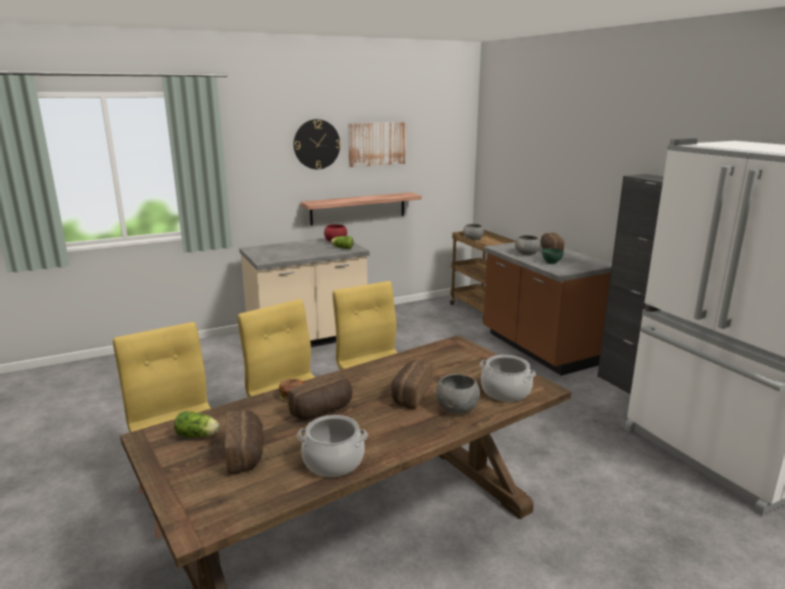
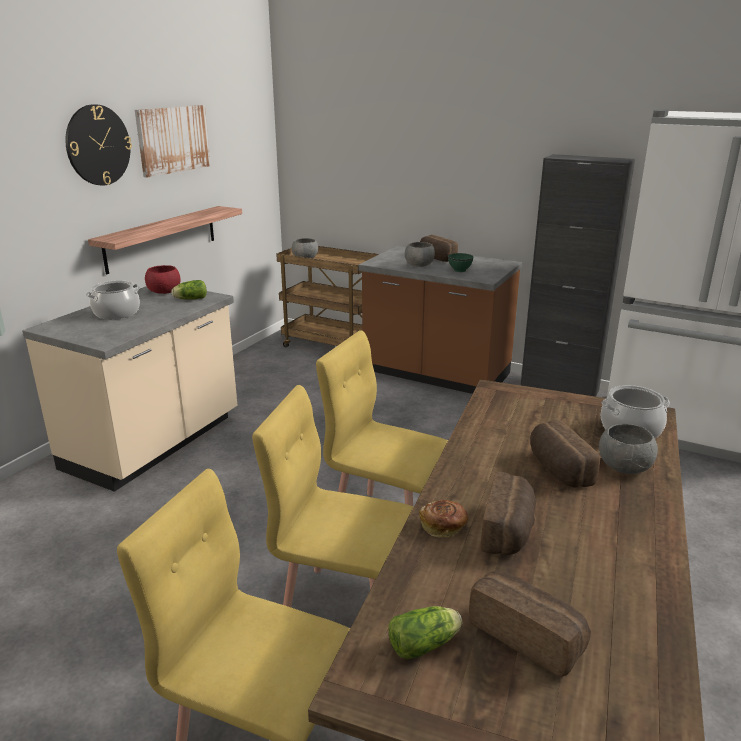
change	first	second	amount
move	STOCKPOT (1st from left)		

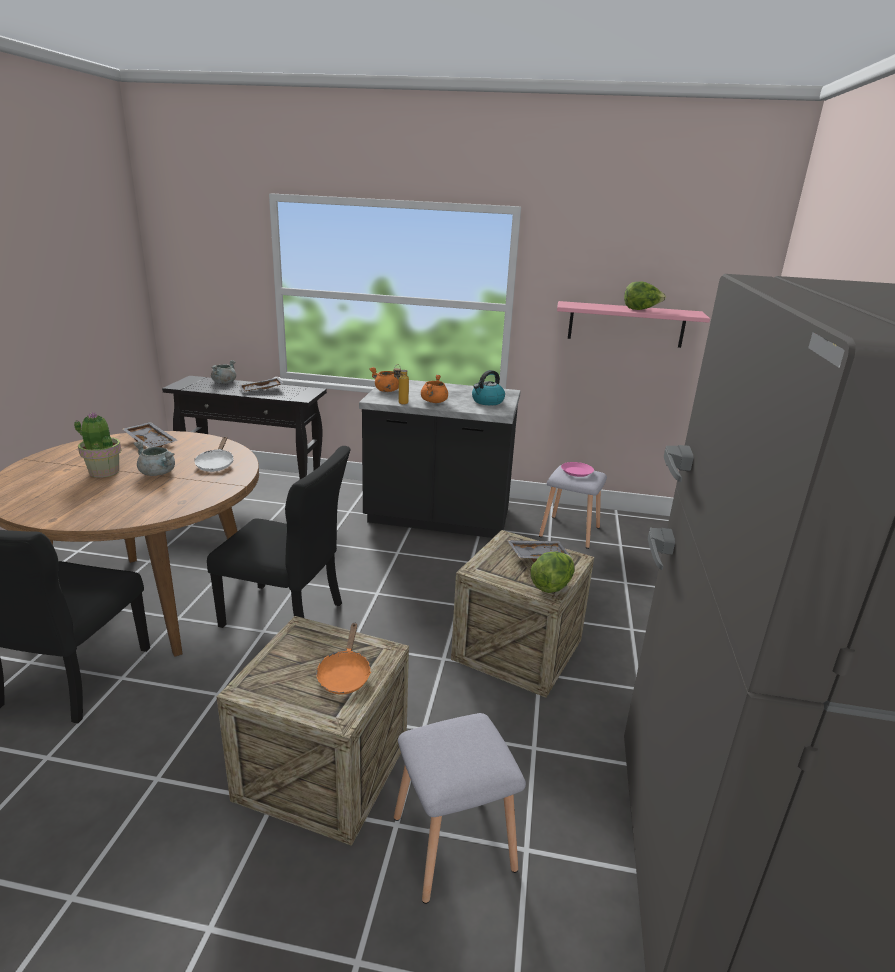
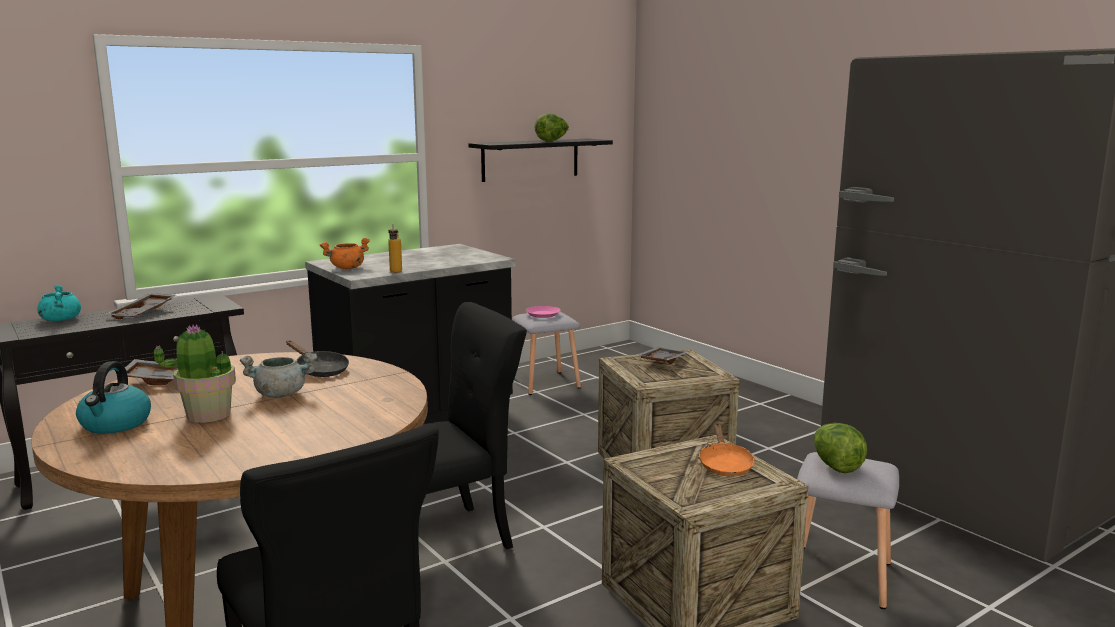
change	first	second	amount
recolor	WHITISH SKILLET	BLACK SKILLET	
recolor	GRAY STOCKPOT (2nd from left)	TURQUOISE-COLOURED STOCKPOT	
rotate	ORANGE-COLOURED SKILLET		45 degrees clockwise
delete	ORANGE-COLOURED STOCKPOT (2nd from left)		
move	TEA KETTLE		
move	LETTUCE (1st from left in the first image)	LETTUCE (2nd from left)	
recolor	PINK SHELF	BLACK SHELF	

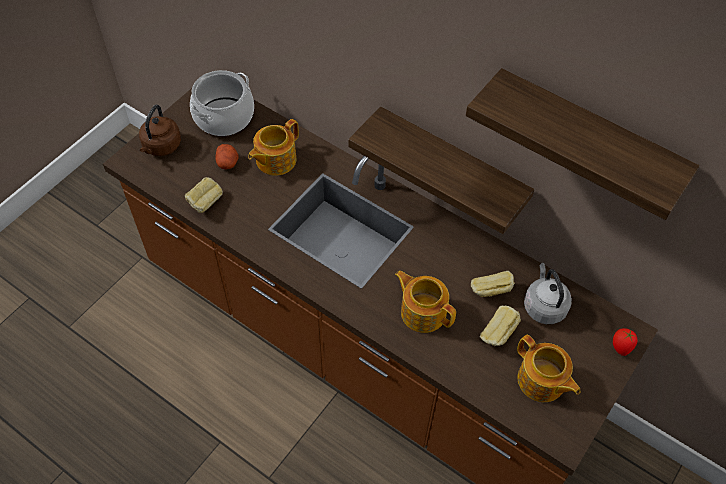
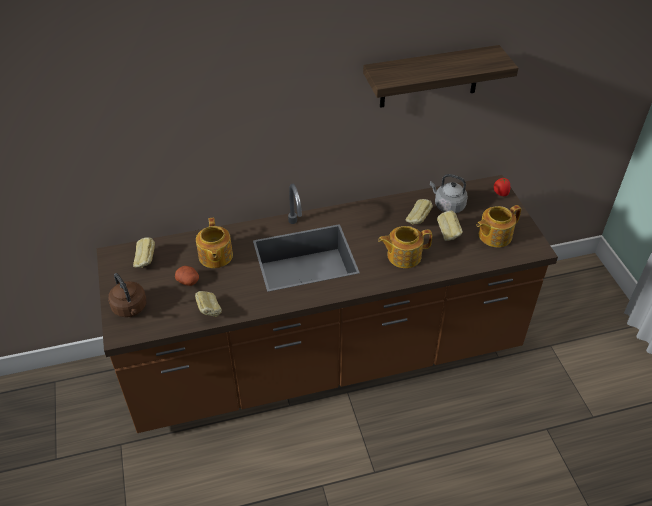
change	first	second	amount
replace	STOCKPOT	BREAD (1st from left)	
delete	SHELF (1st from left)		
rotate	TEA POT (3rd from left)		150 degrees clockwise

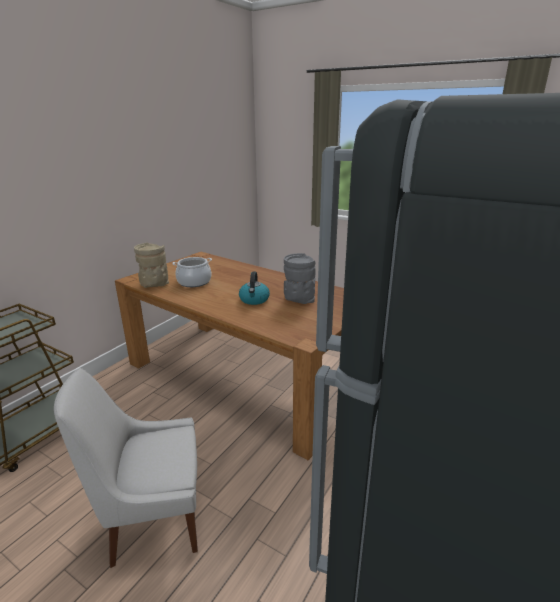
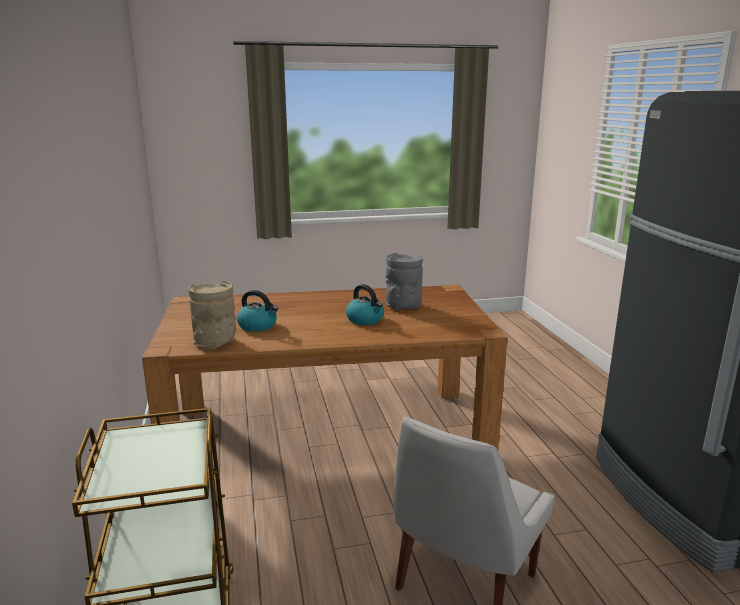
change	first	second	amount
replace	STOCKPOT	TEA KETTLE (1st from left)	

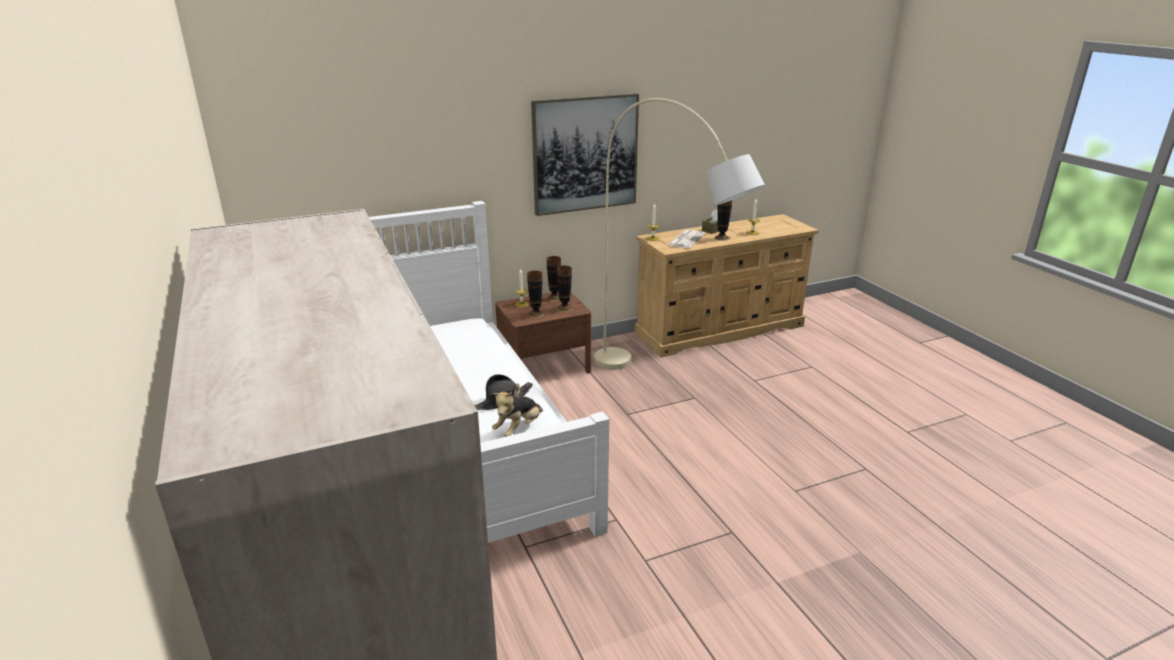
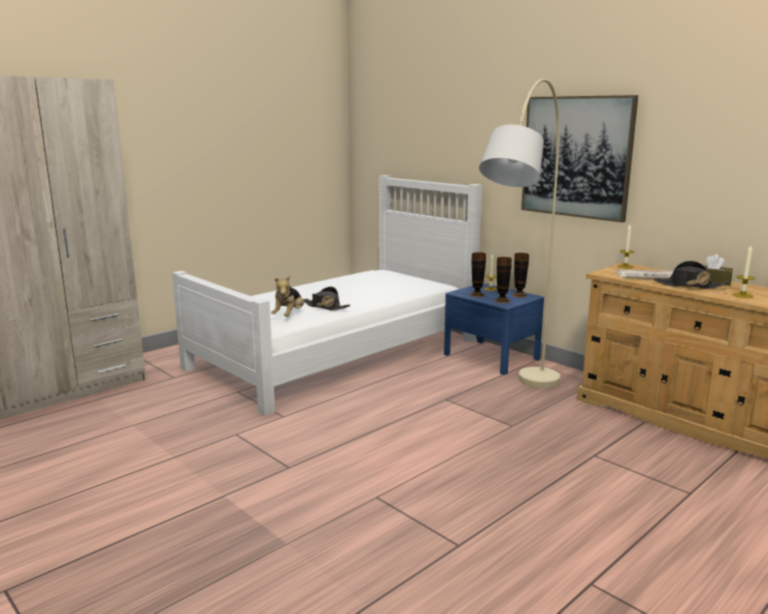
change	first	second	amount
rotate	SOFT TOY		90 degrees counterclockwise
recolor	BROWNISH NIGHTSTAND	BLUISH NIGHTSTAND	
replace	FLOWER VASE (4th from left)	BLACK CLOTHING HAT (2nd from left)	

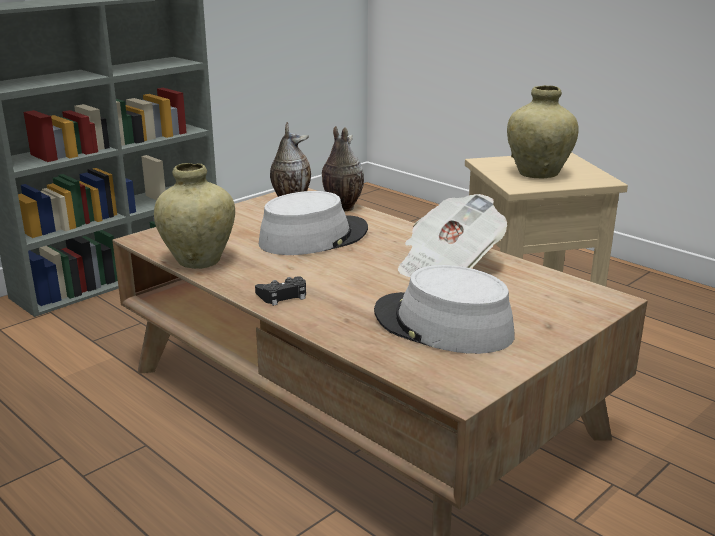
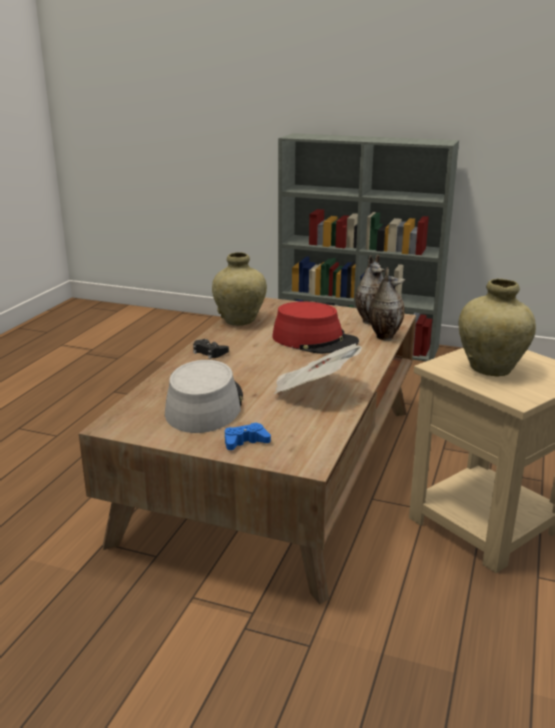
change	first	second	amount
recolor	GRAY CLOTHING HAT (1st from left)	RED-COLOURED CLOTHING HAT	
insert		BLUISH GAME CONTROLLER	

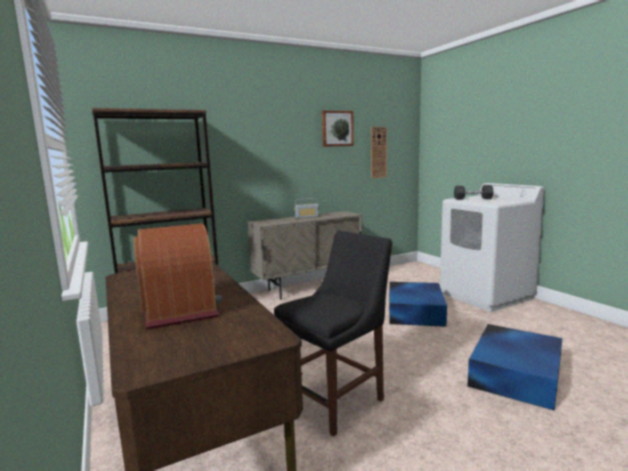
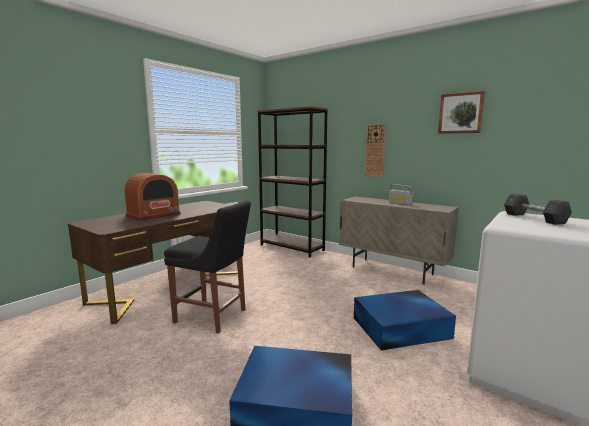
change	first	second	amount
move	CLOCK ON THE WALL		

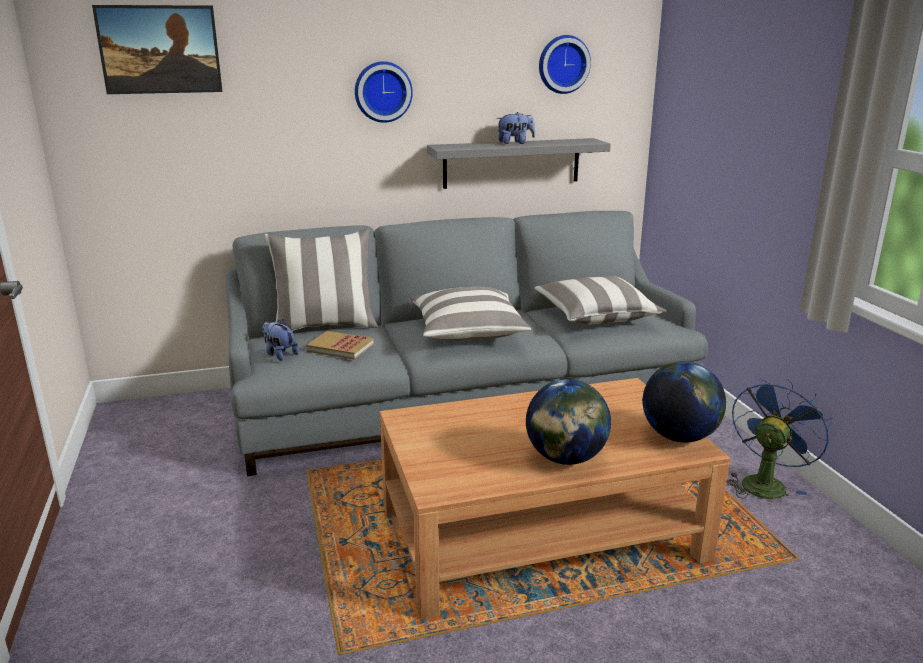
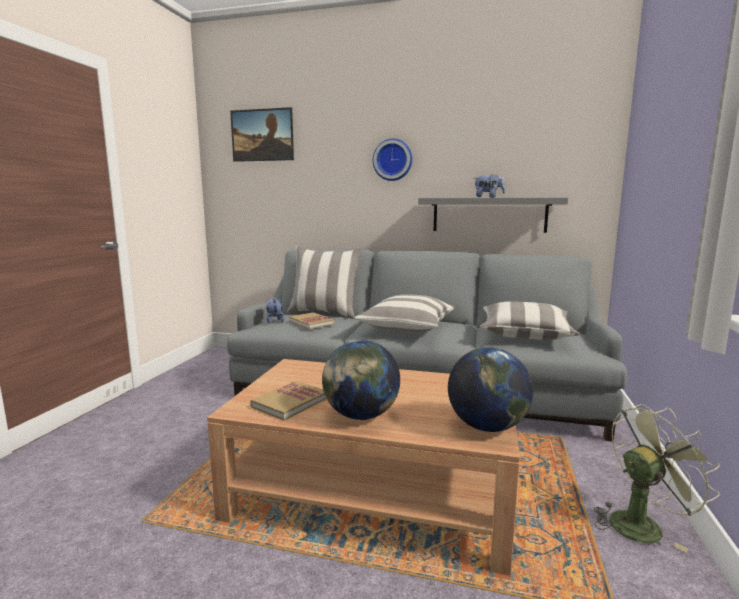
change	first	second	amount
delete	CLOCK ON THE WALL (2nd from left)		
recolor	BLUISH FAN	GREEN FAN	
insert		BOOK (1st from left)	

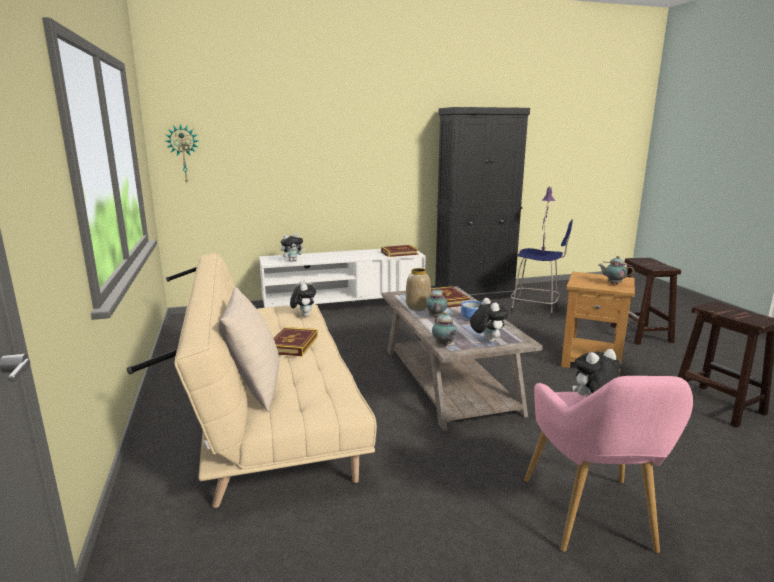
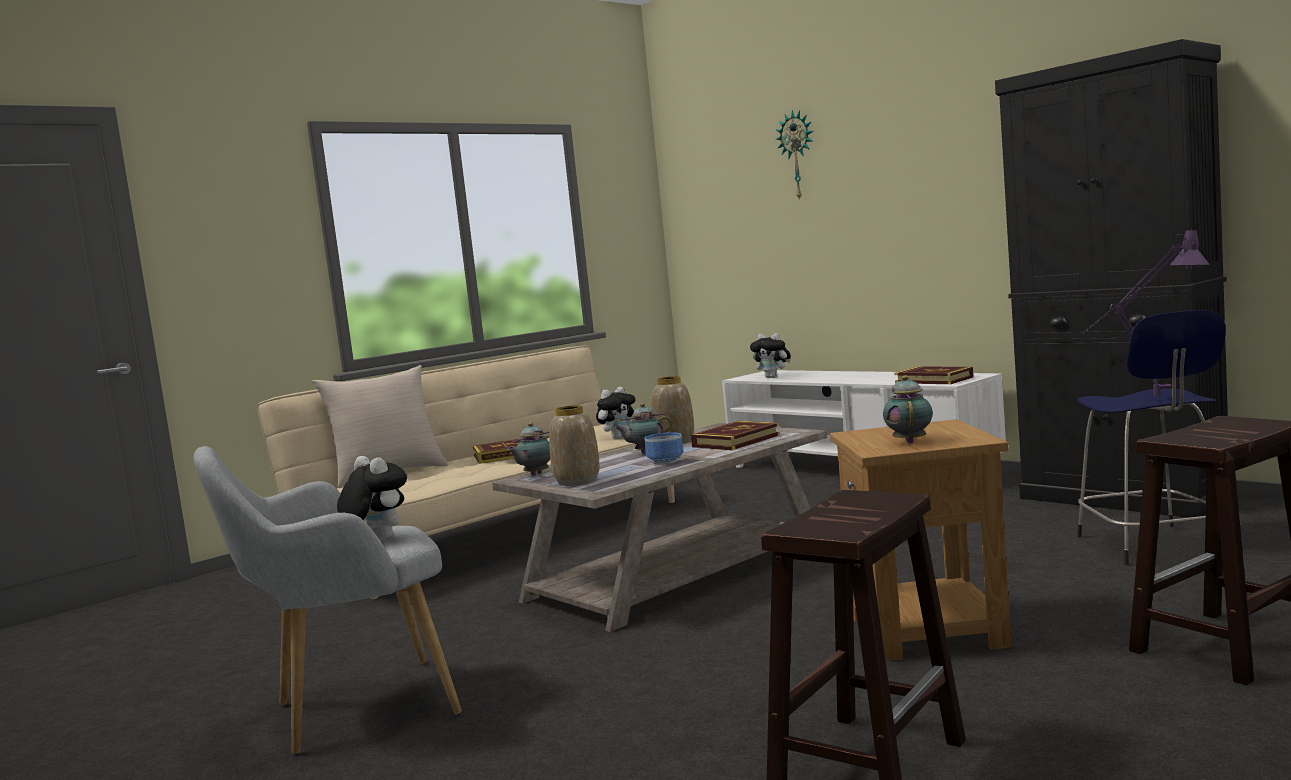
change	first	second	amount
move	CLOCK ON THE WALL		
replace	SOFT TOY (3rd from left)	FLOWER VASE (1st from left)	
recolor	PINK ARMCHAIR	GRAY ARMCHAIR	

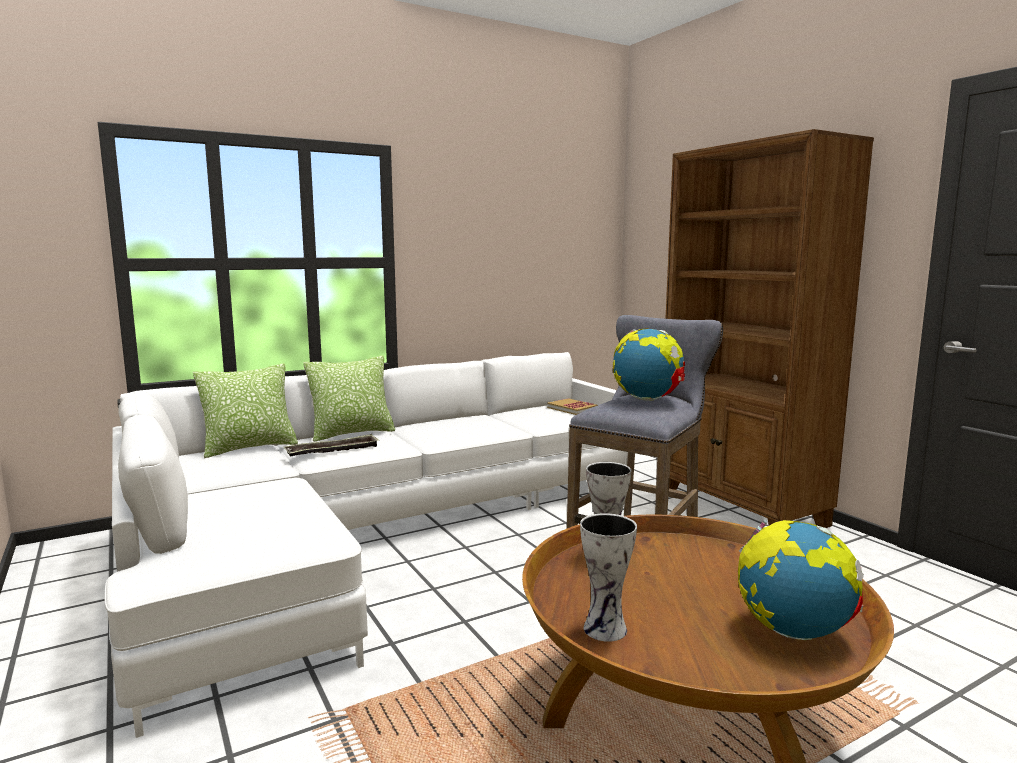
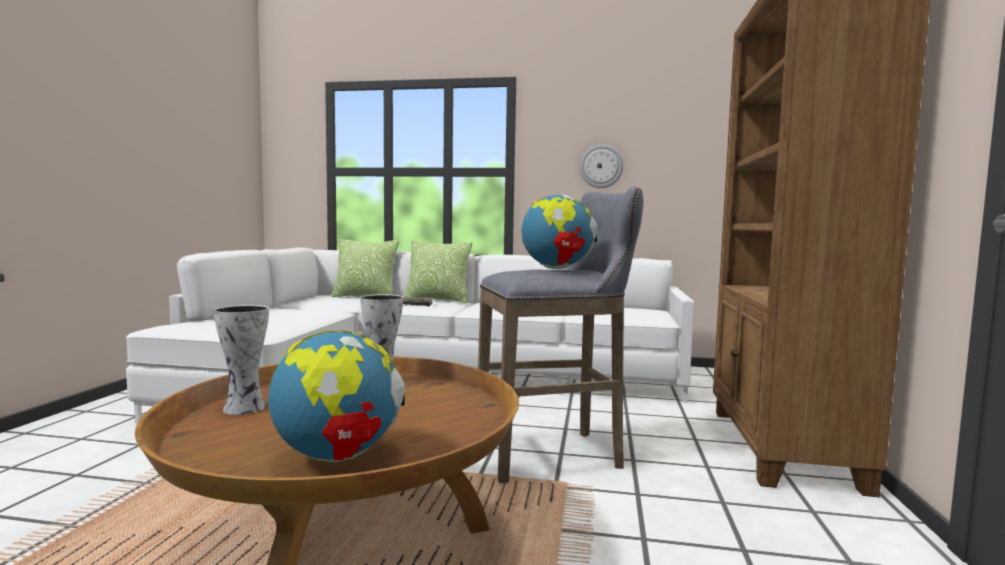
change	first	second	amount
delete	BOOK		
insert		CLOCK ON THE WALL	

